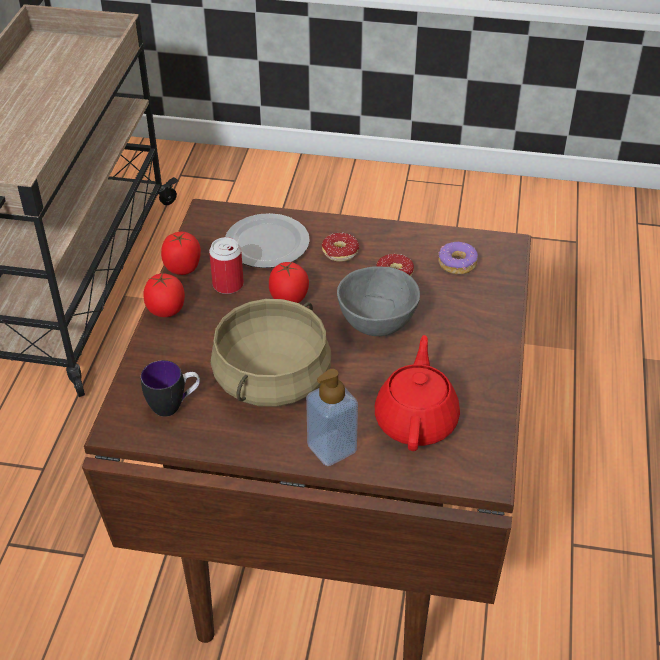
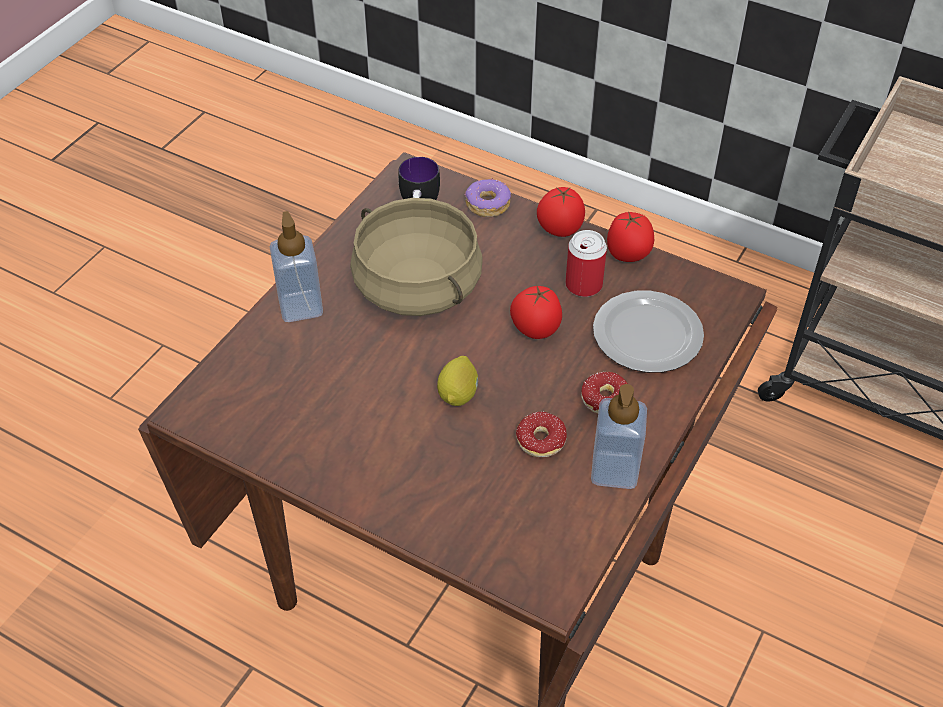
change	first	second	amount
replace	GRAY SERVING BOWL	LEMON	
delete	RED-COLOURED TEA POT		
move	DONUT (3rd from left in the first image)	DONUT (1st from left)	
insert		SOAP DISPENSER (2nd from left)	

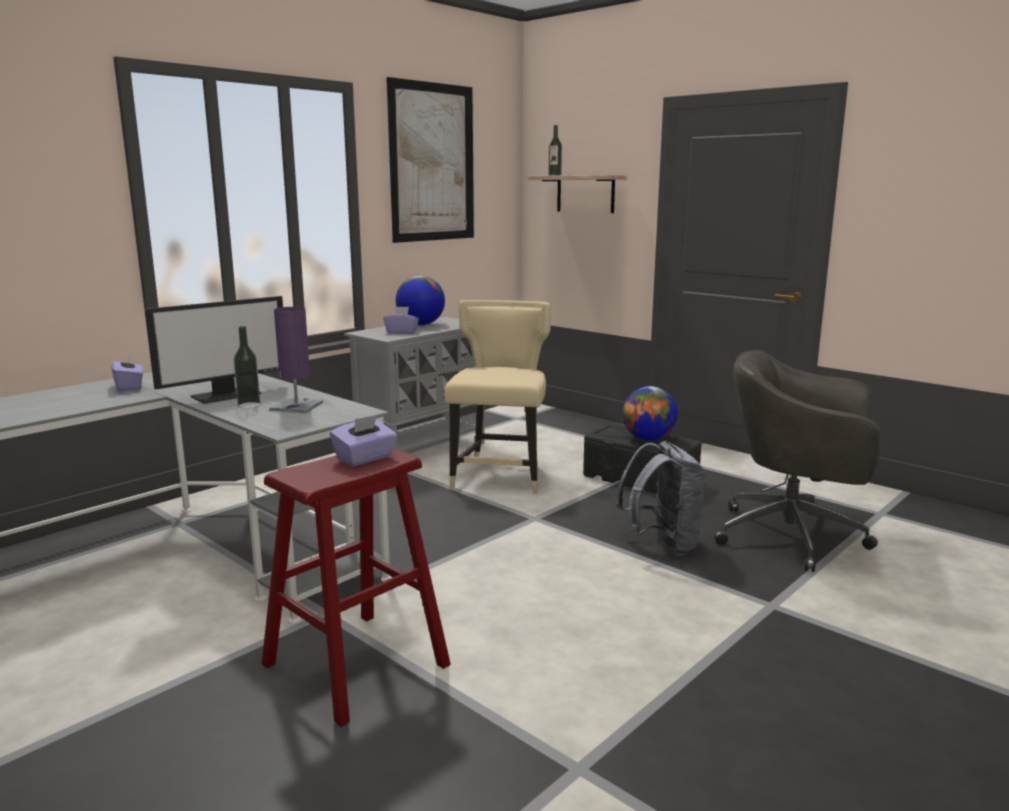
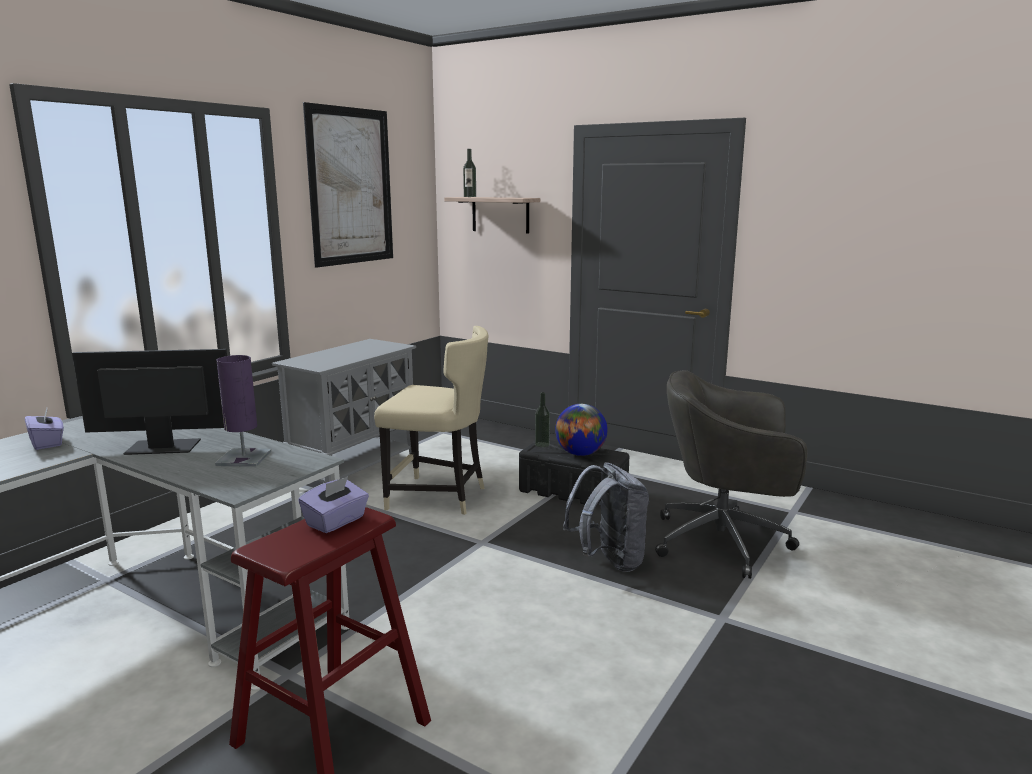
change	first	second	amount
rotate	COMPUTER DISPLAY		135 degrees counterclockwise
move	DRINK BOTTLE (1st from left in the first image)	DRINK BOTTLE (2nd from left)	
delete	PURPLE TISSUE BOX (3rd from left)		
delete	DESK GLOBE (1st from left)		
rotate	BEIGE-COLOURED UPRIGHT CHAIR		105 degrees clockwise

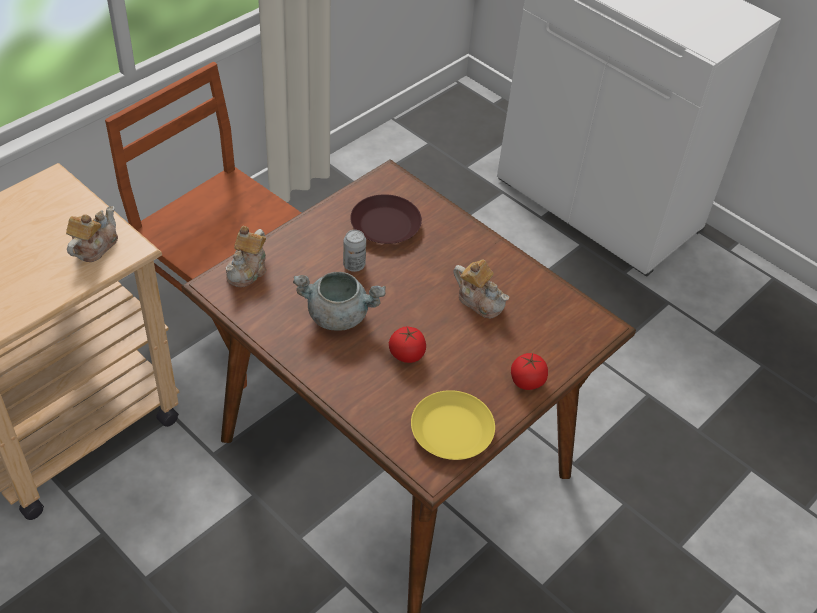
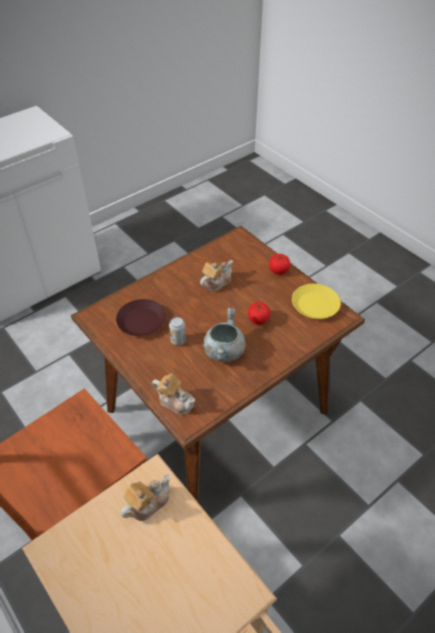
change	first	second	amount
rotate	TEA POT (1st from left)		105 degrees clockwise

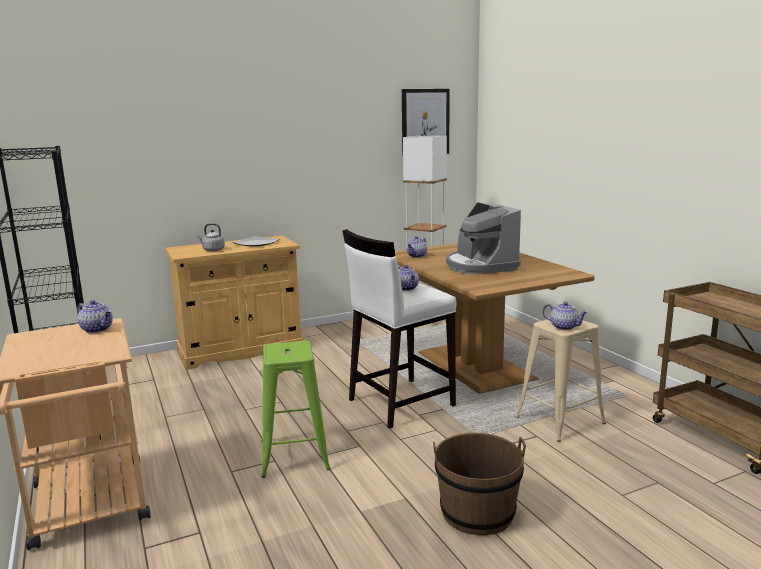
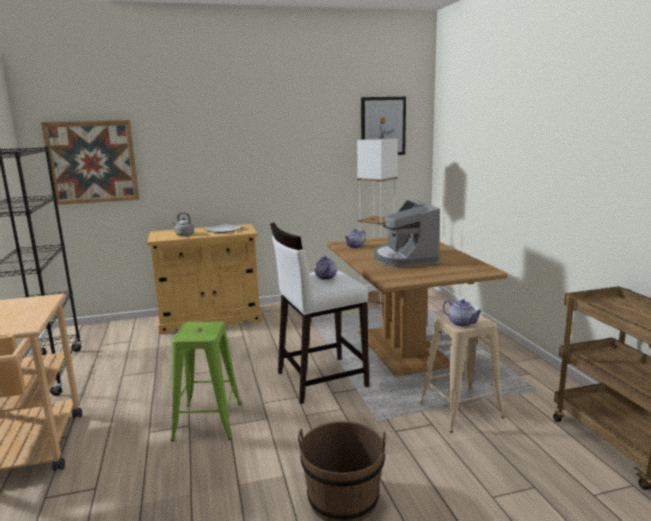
change	first	second	amount
delete	TEA POT (1st from left)		
insert		PICTURE (1st from left)	

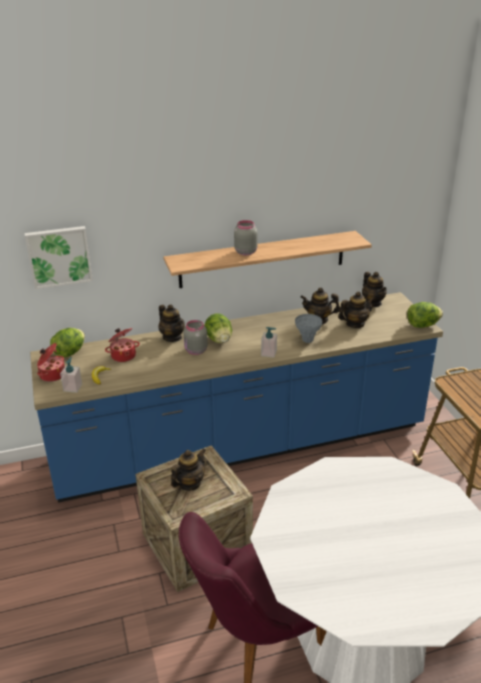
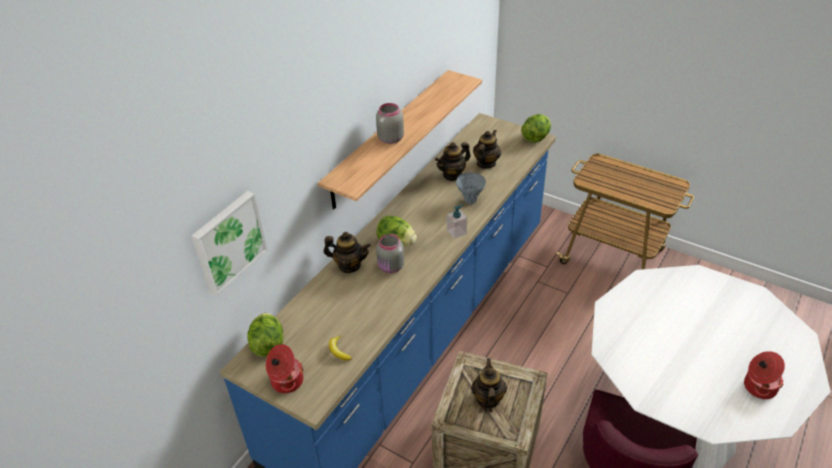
change	first	second	amount
delete	SOAP DISPENSER (1st from left)		
move	STOCKPOT (2nd from left)		
delete	TEA POT (5th from left)		

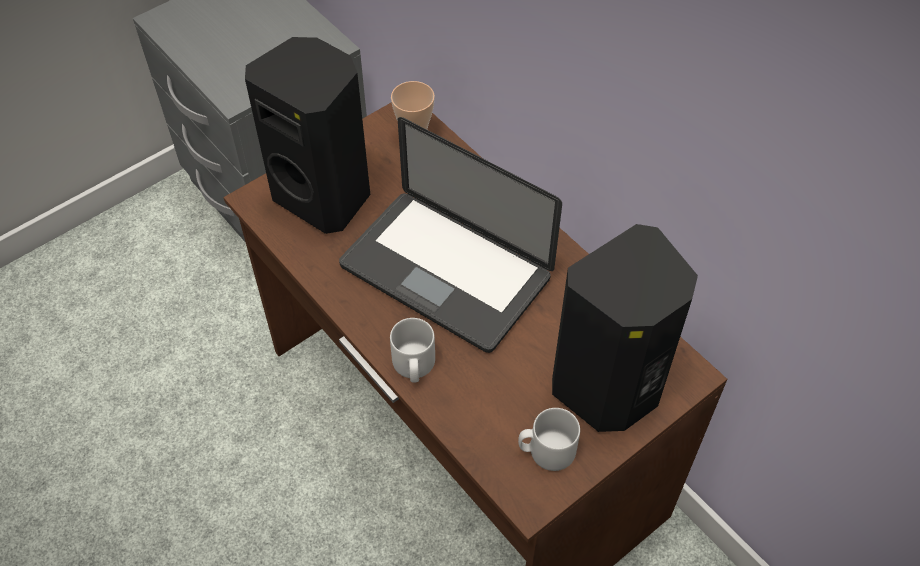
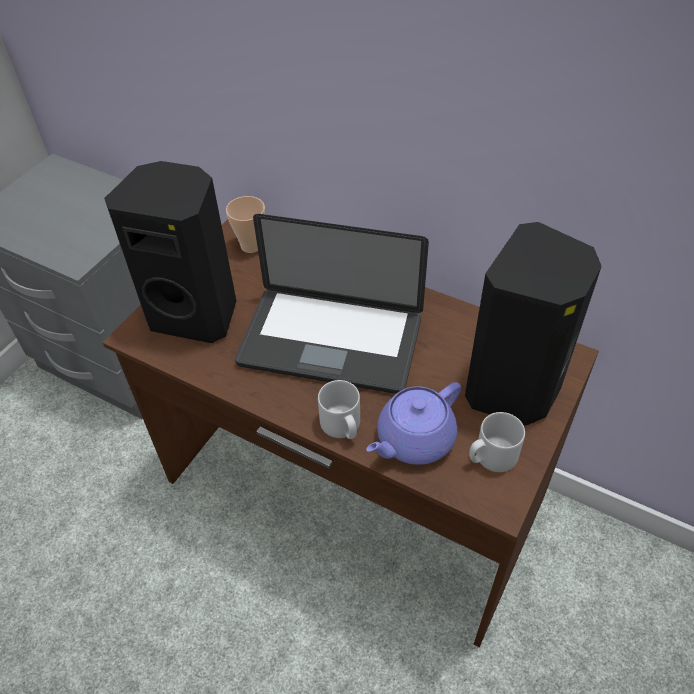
change	first	second	amount
insert		PURPLE TEA POT	

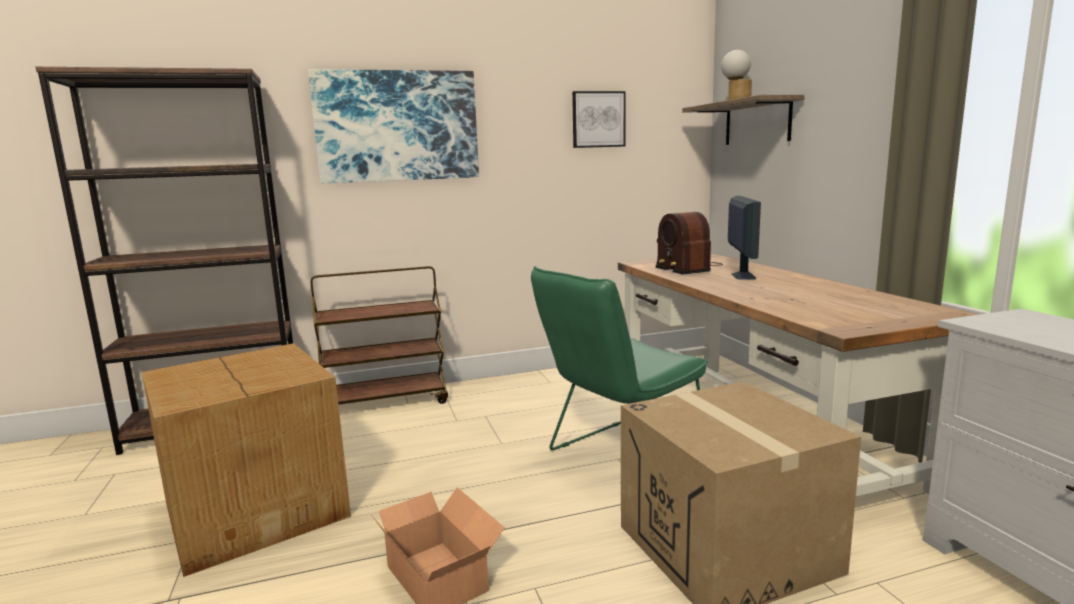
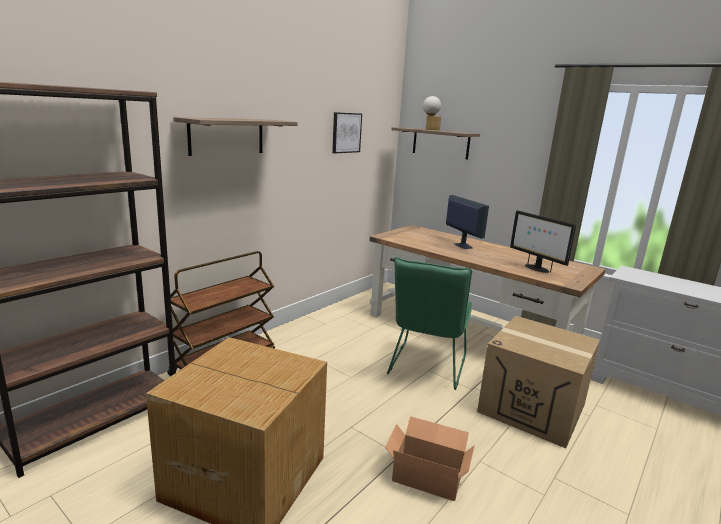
change	first	second	amount
replace	PICTURE (1st from left)	SHELF (1st from left)	
delete	RADIO RECEIVER		
insert		COMPUTER DISPLAY (2nd from left)	

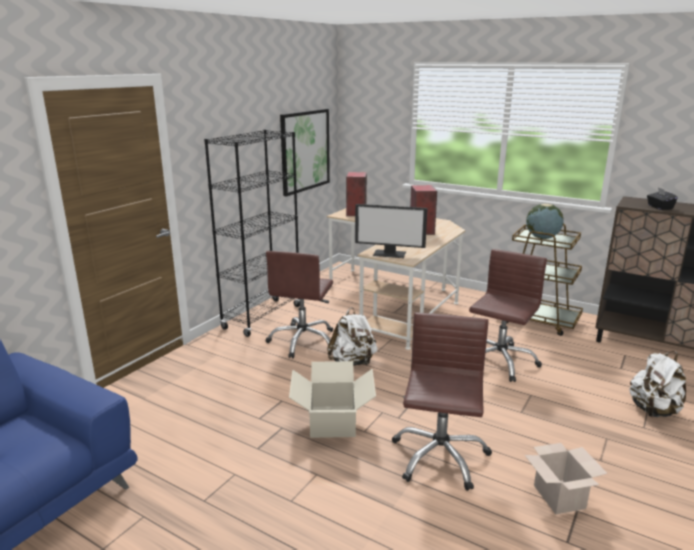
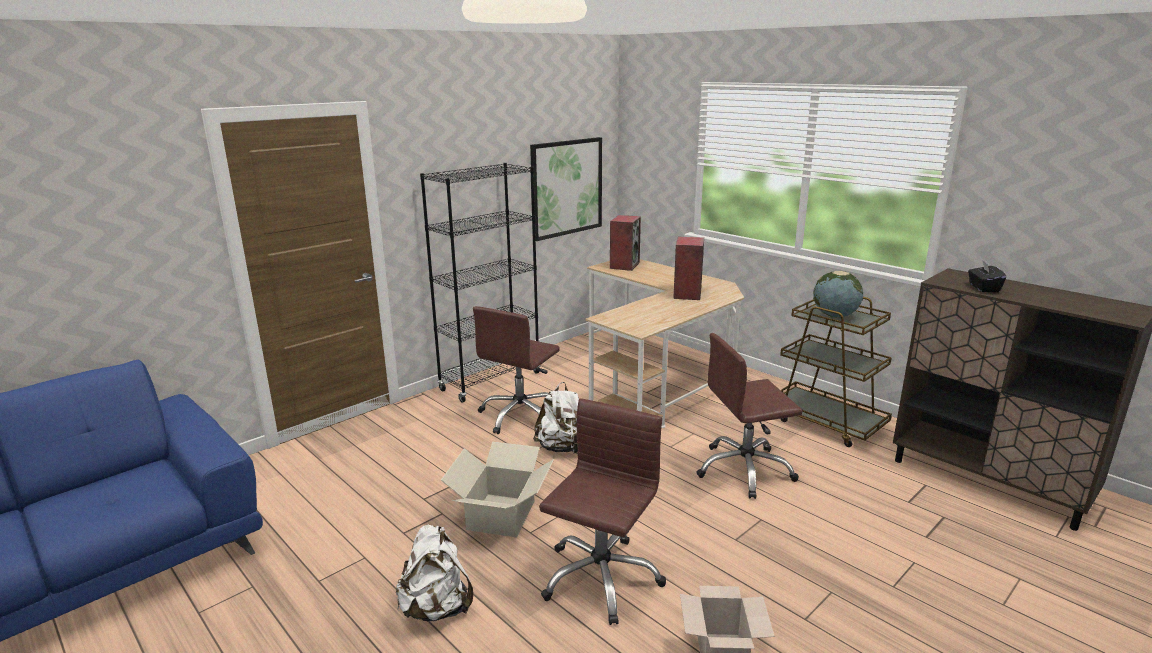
change	first	second	amount
delete	COMPUTER DISPLAY		
rotate	BROWNISH COMPUTER CHAIR (3rd from left)		150 degrees counterclockwise
move	WHITISH RUCKSACK (2nd from left in the first image)	WHITISH RUCKSACK (1st from left)	

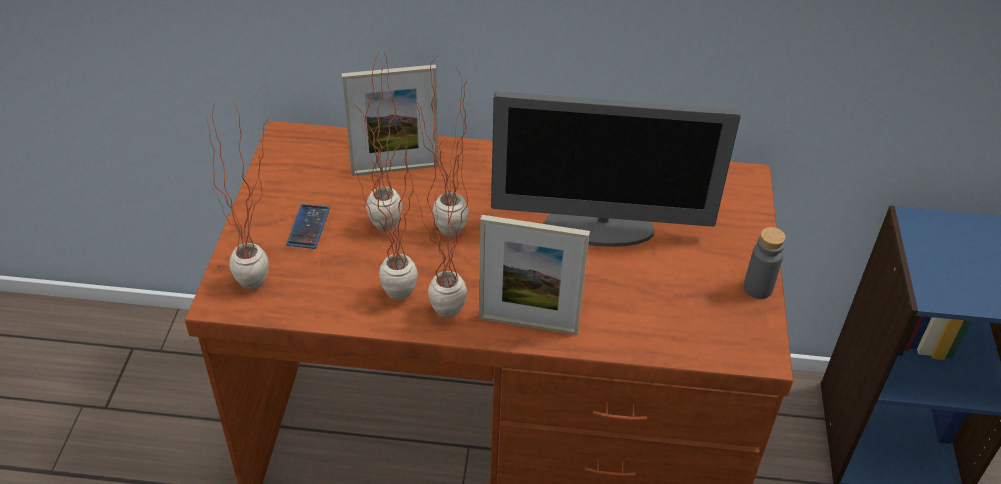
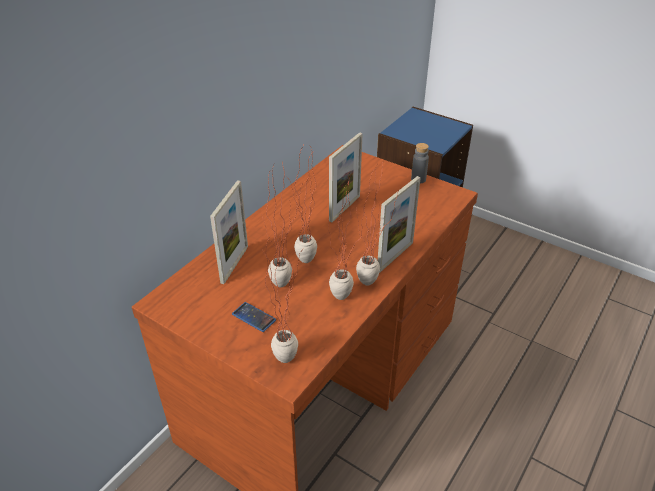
change	first	second	amount
replace	COMPUTER DISPLAY	STANDING FRAME (2nd from left)	

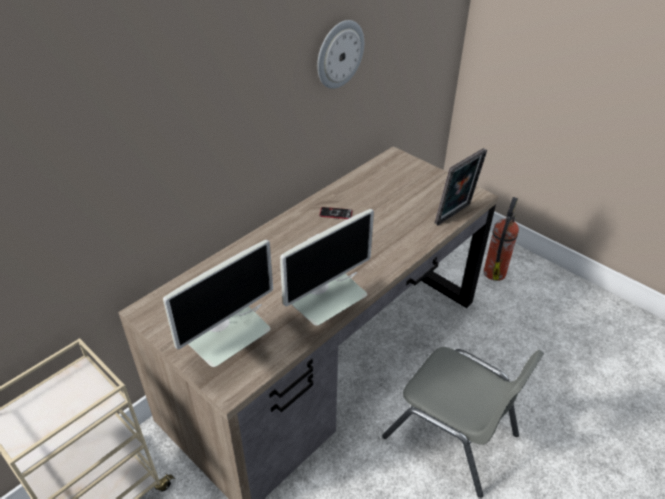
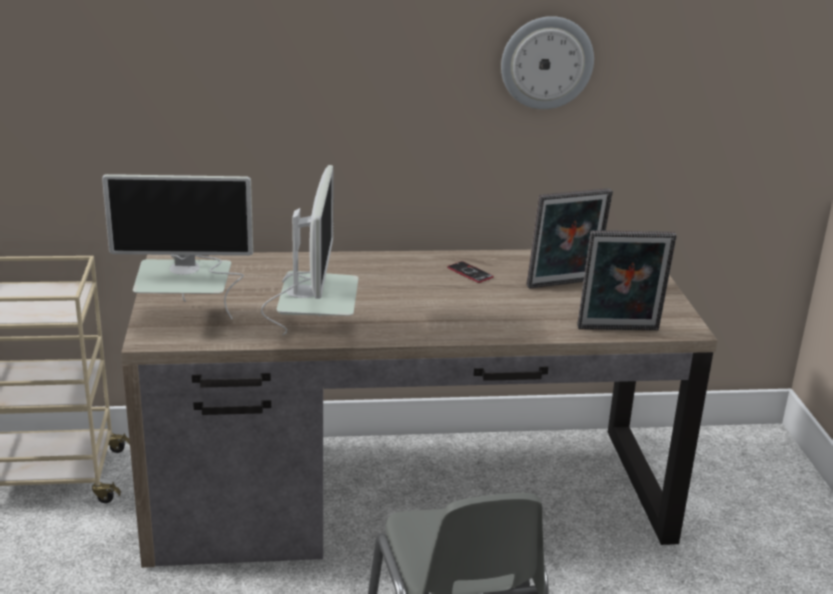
change	first	second	amount
rotate	COMPUTER DISPLAY (2nd from left)		90 degrees counterclockwise
delete	FIRE EXTINGUISHER		
insert		STANDING FRAME (1st from left)	

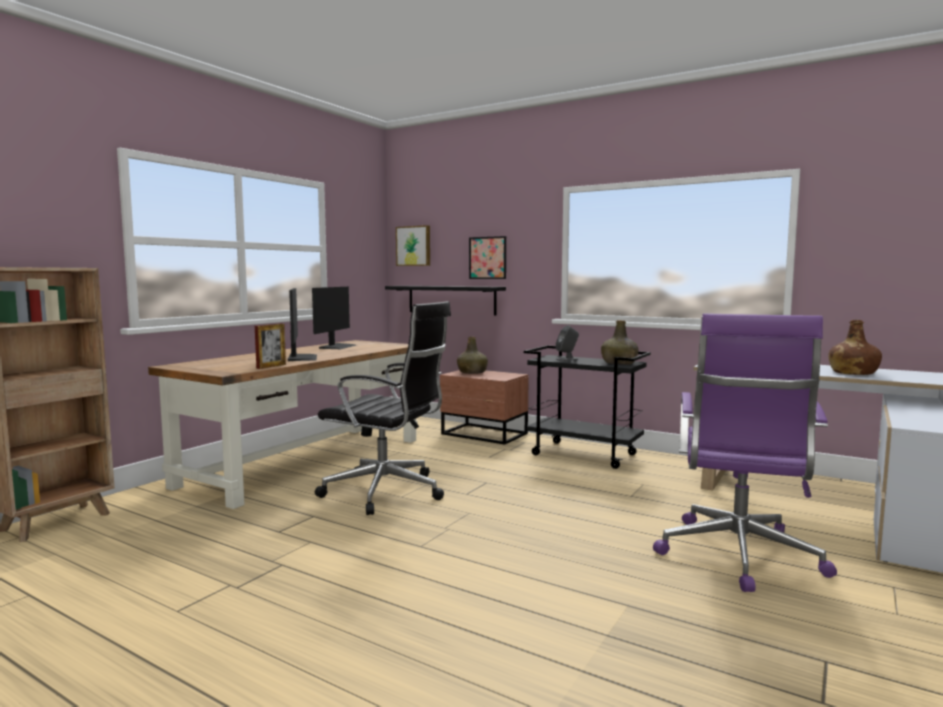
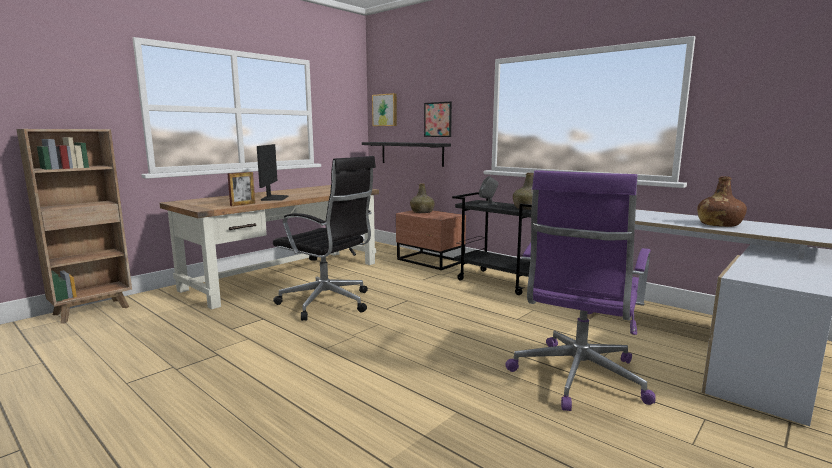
change	first	second	amount
delete	COMPUTER DISPLAY (2nd from left)		

